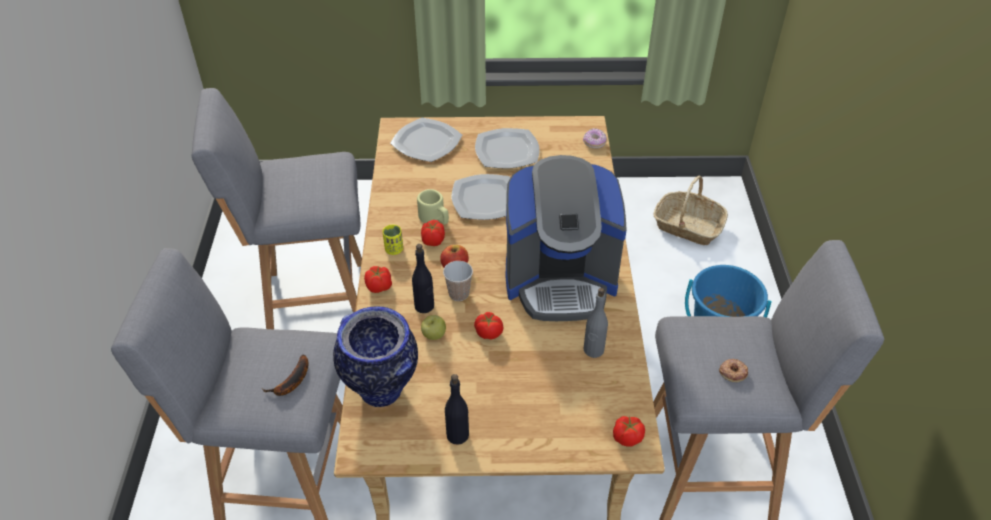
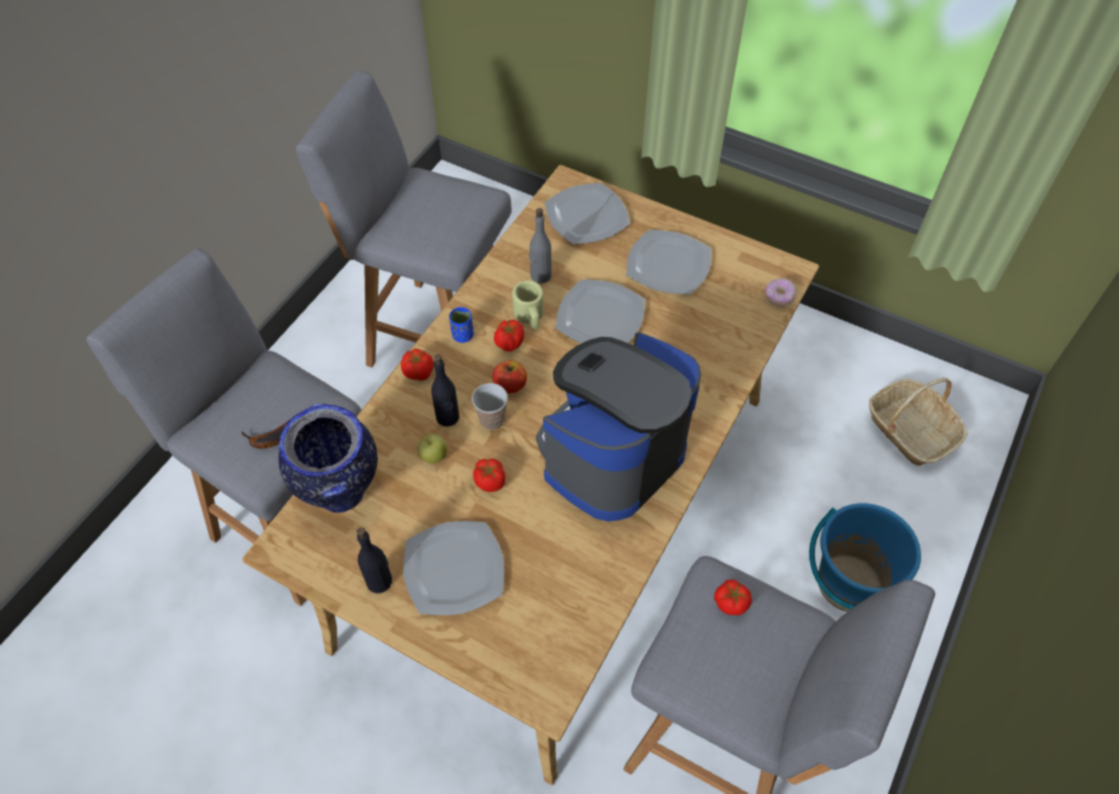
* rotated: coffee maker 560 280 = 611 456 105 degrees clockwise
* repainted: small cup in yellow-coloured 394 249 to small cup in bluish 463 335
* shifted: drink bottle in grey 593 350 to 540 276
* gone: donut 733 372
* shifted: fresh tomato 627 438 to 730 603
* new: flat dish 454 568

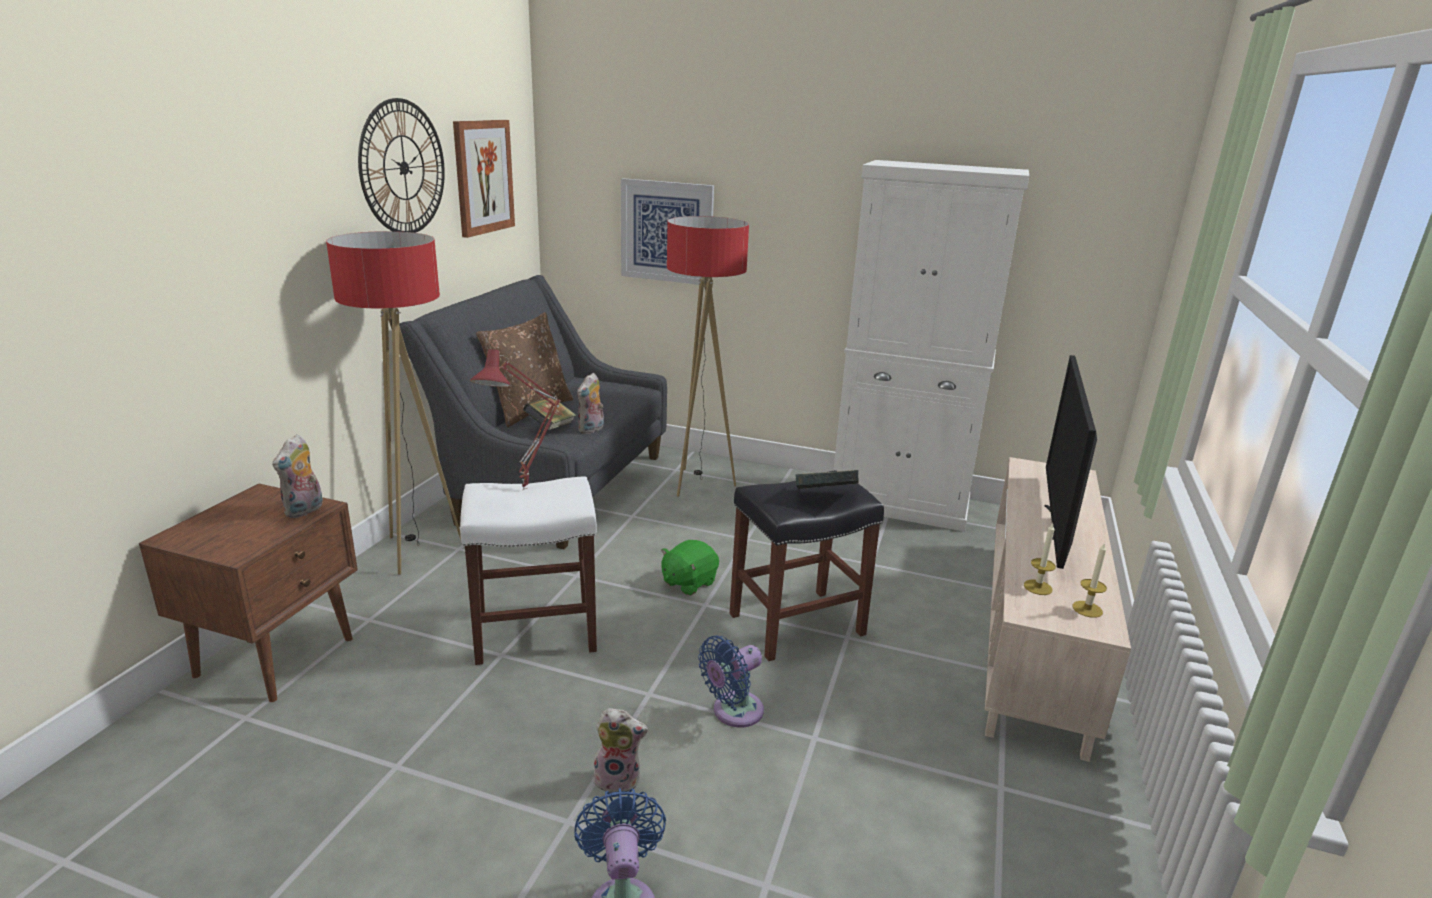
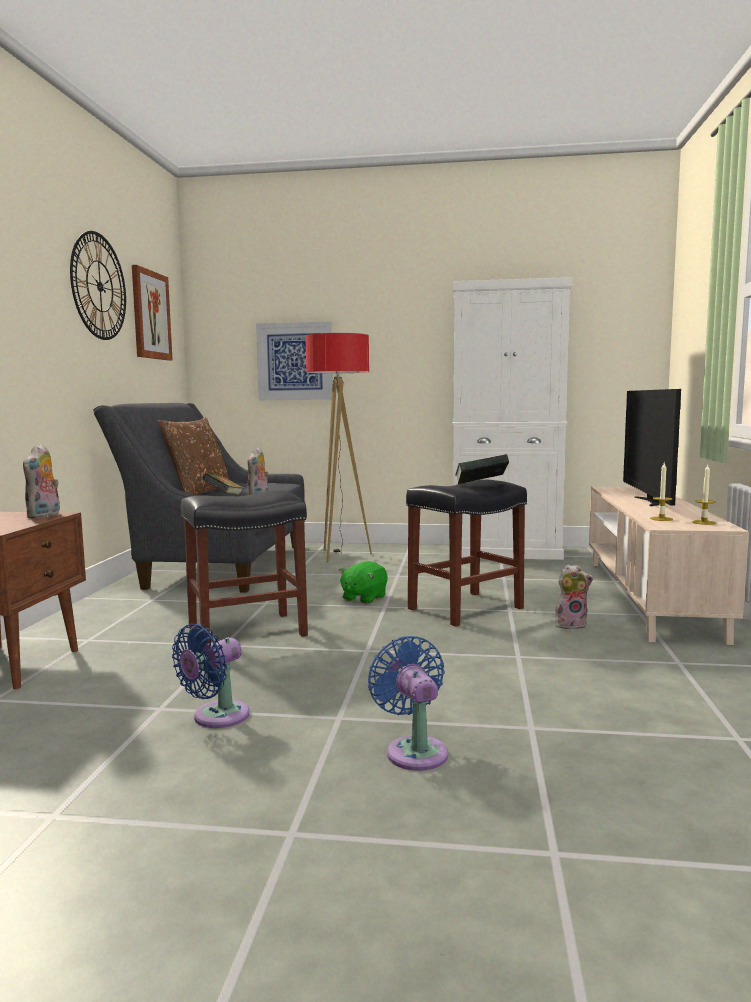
* gone: standard lamp 418 551
* gone: lamp for a table in red 527 490
* repainted: sitting stool in white-coloured 537 631 to sitting stool in black 248 631
* shifted: electric fan in bluish 733 712 to 216 717
* shifted: soft toy 619 779 to 571 625

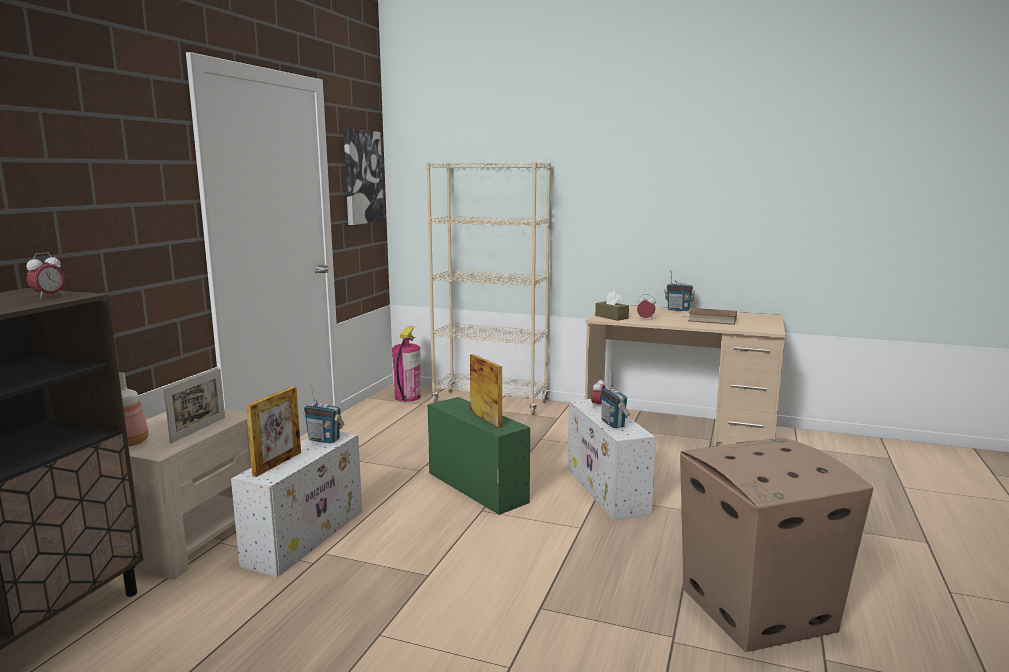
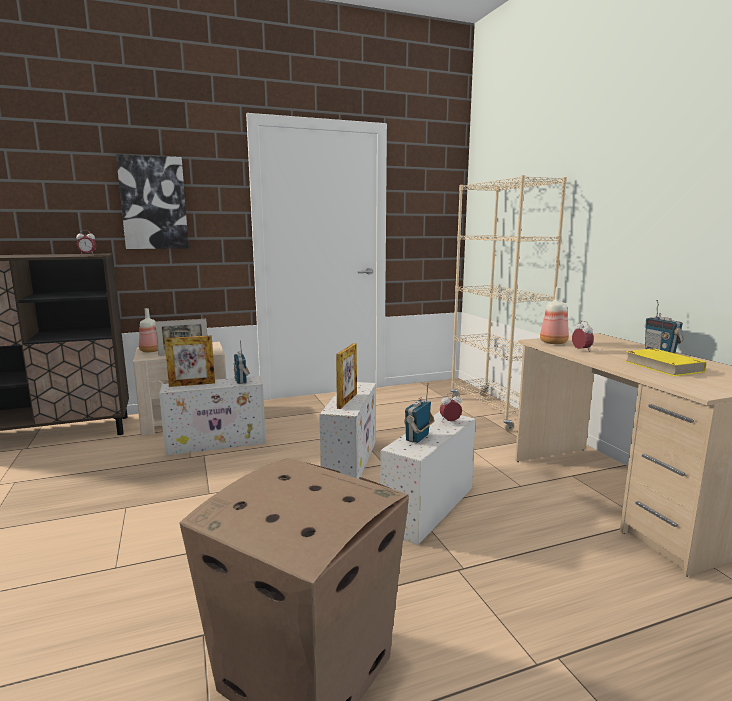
* shifted: wall picture 362 177 to 153 203
* swapped: box of tissues in brownish 611 317 to drink bottle 552 342
* repainted: bound book in brownish 712 320 to bound book in yellow-coloured 663 366
* gone: extinguisher 407 397
* repainted: storage bin in green 476 486 to storage bin in white-coloured 351 459

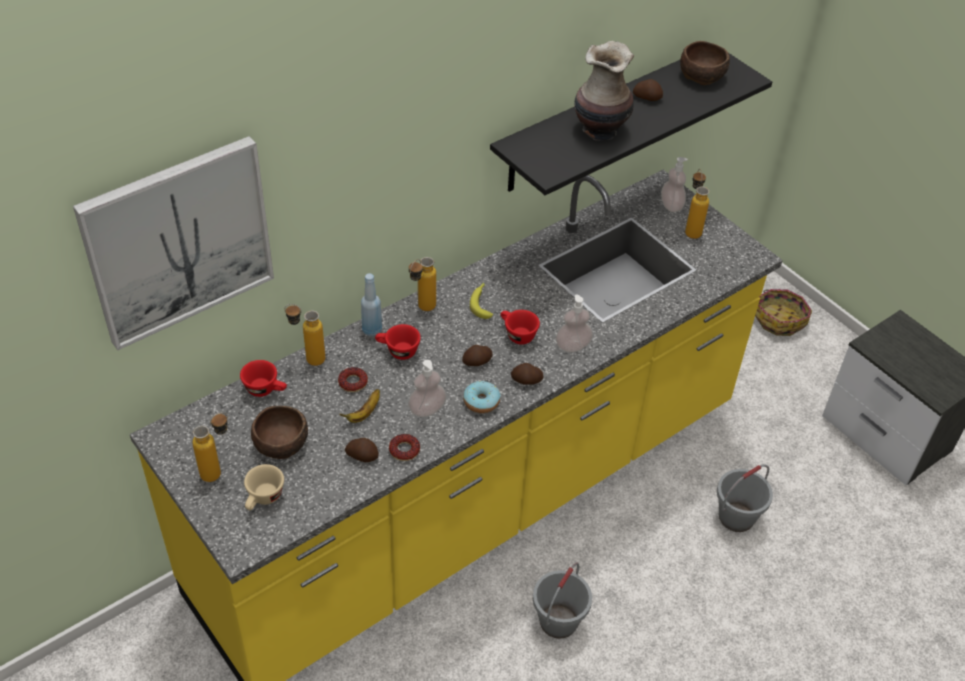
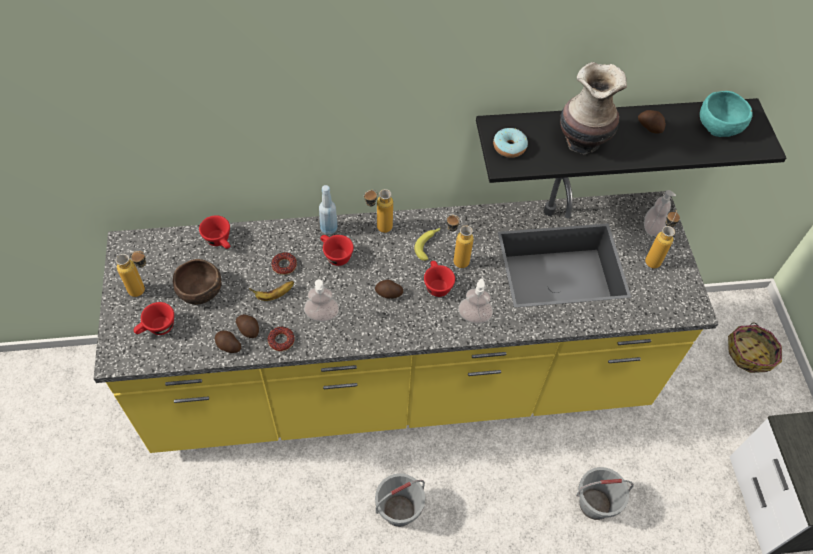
* repainted: serving bowl in brownish 703 75 to serving bowl in blue-green 720 125
* gone: wall picture 178 241
* shifted: drink bottle 308 359 to 455 259
* shifted: potato 526 380 to 228 346
* shifted: donut 481 401 to 509 147
* repainted: small cup in sand-coloured 263 499 to small cup in red 157 328

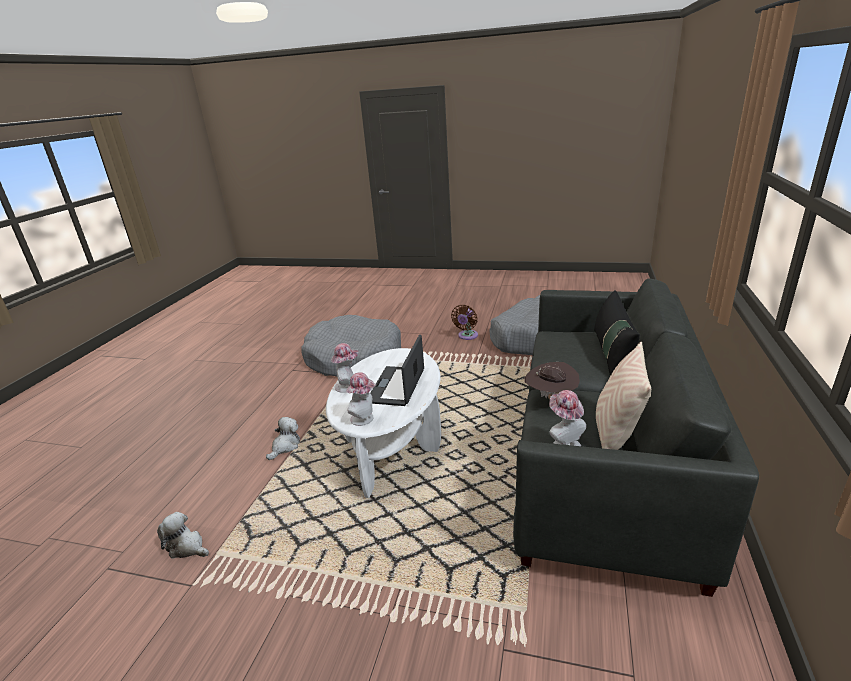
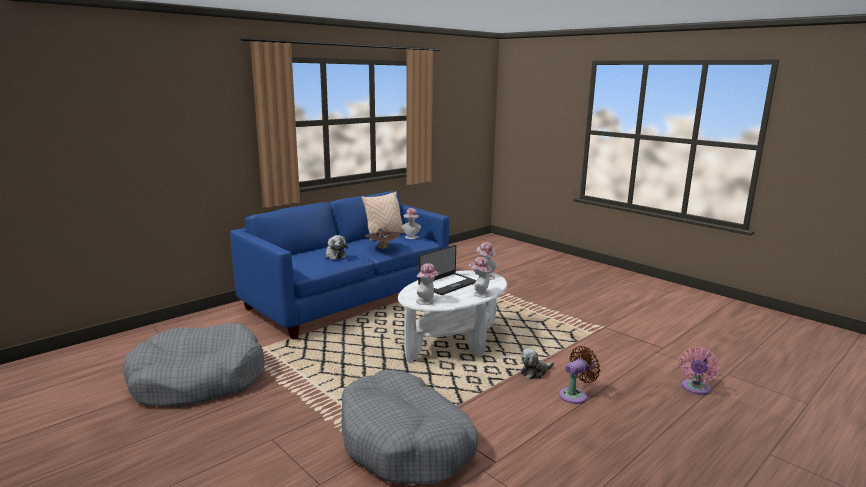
* repainted: settee in grey 603 462 to settee in bluish 349 298
* gone: cushion in black 611 353
* shifted: electric fan in brownish 467 336 to 575 395
* shifted: soft toy 187 547 to 335 255
* new: wearable hat 427 301
* new: electric fan in pink 695 389

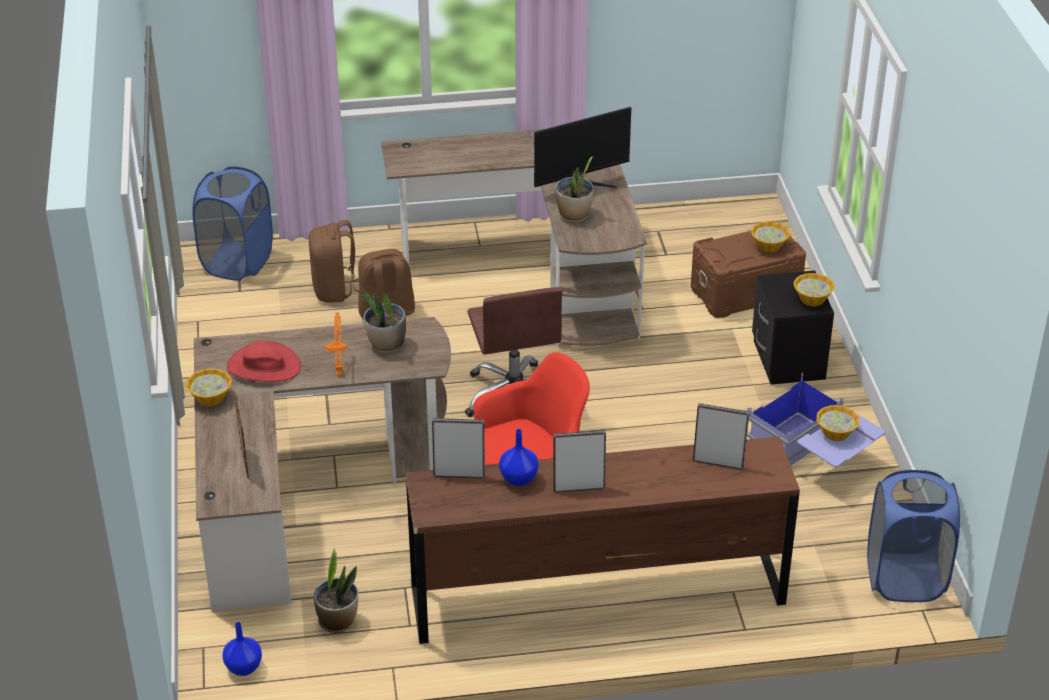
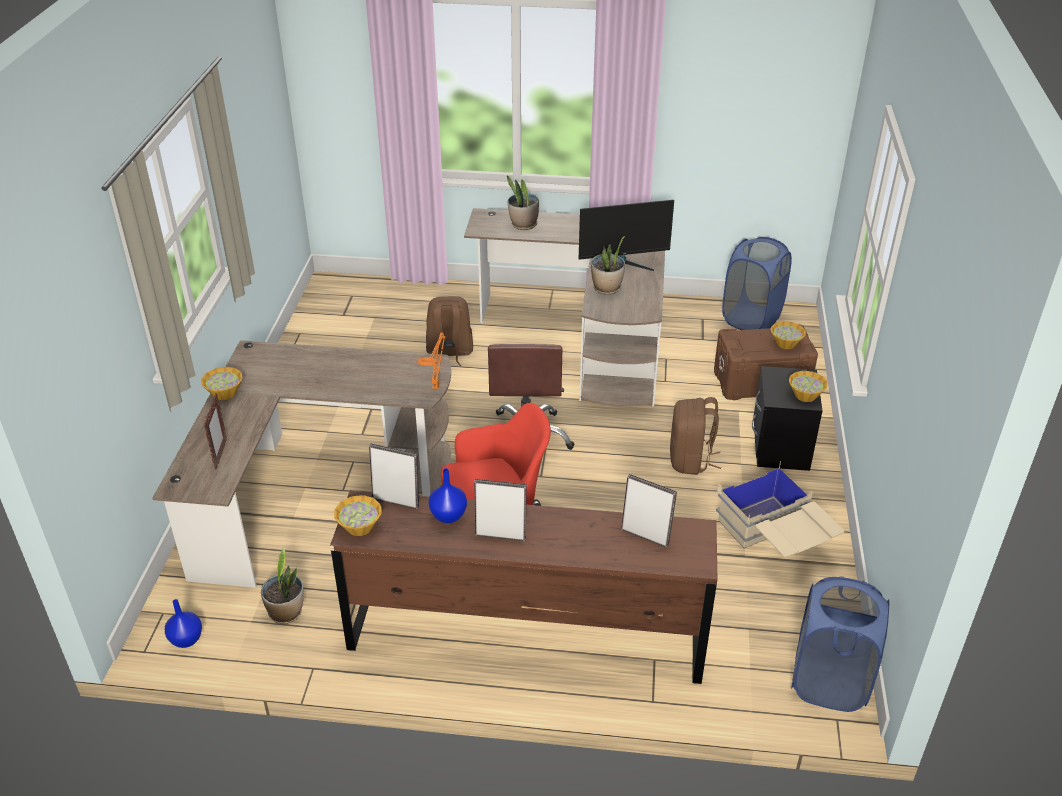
* shifted: washing basket in bluish 237 262 to 751 318
* shifted: rucksack in brownish 335 289 to 690 460
* shifted: potted plant 386 345 to 523 225
* shifted: lamp for a table in orange 339 372 to 436 386
* gone: wearable hat in red 263 367
* repainted: storage bin in bluish 812 456 to storage bin in sand-coloured 775 541
* shifted: serving bowl 835 433 to 359 526

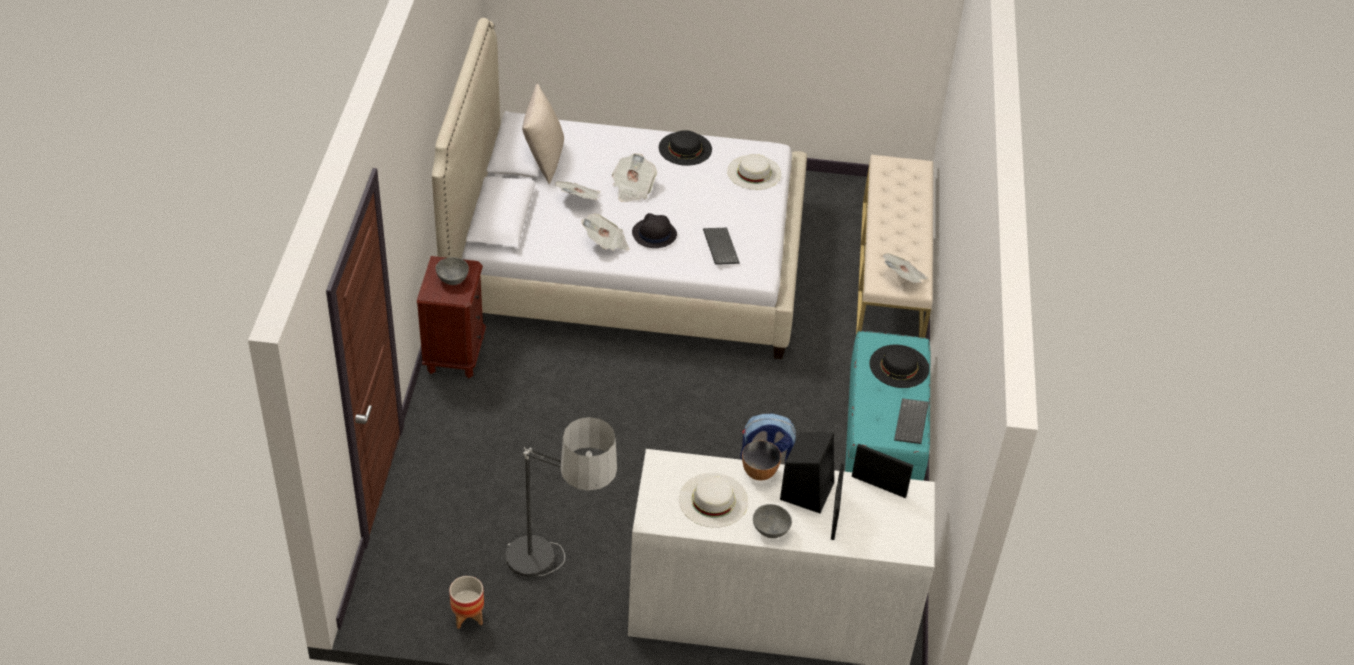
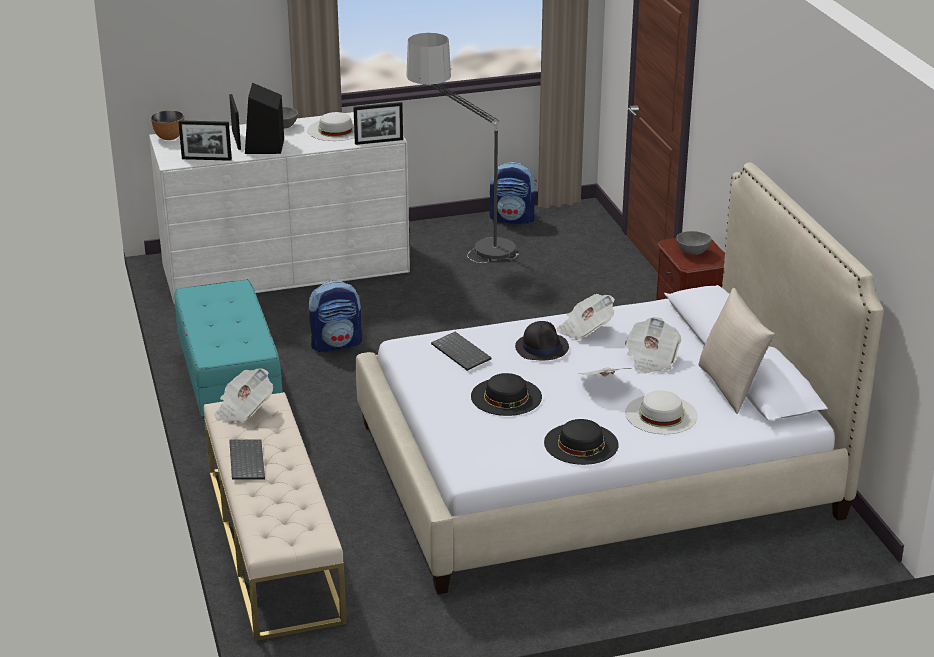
* shifted: wearable hat in white-coloured 754 172 to 661 414
* shifted: wearable hat in black 899 366 to 506 396
* shifted: keyboard 912 423 to 245 461
* shifted: serving bowl 759 472 to 169 137
* swapped: planter 468 616 to rucksack 513 219
* new: picture frame 379 141

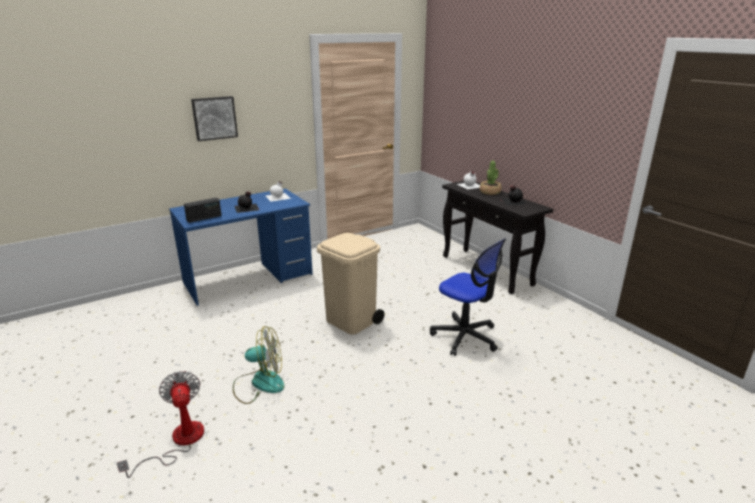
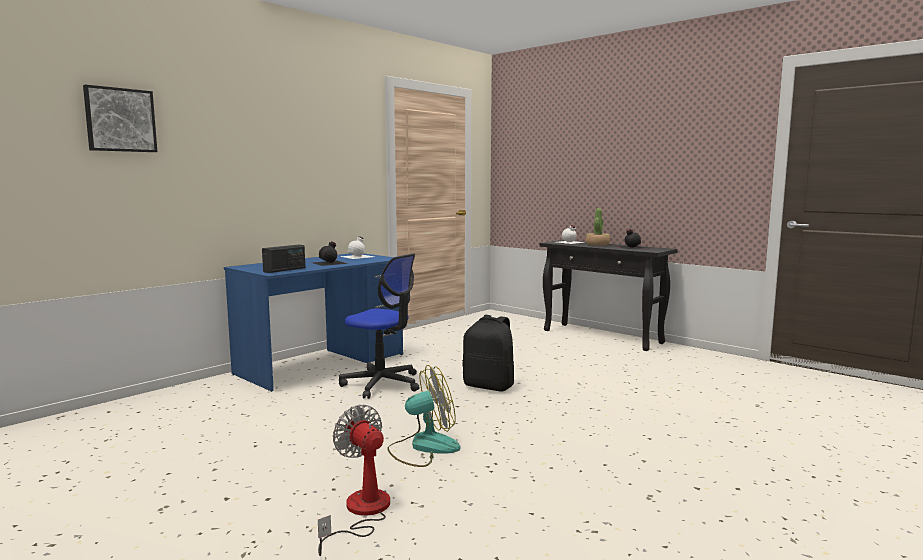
* shifted: wall picture 214 118 to 120 120
* swapped: trash can in sand-coloured 351 321 to rucksack in black 489 386
* shifted: computer chair 465 337 to 382 384

